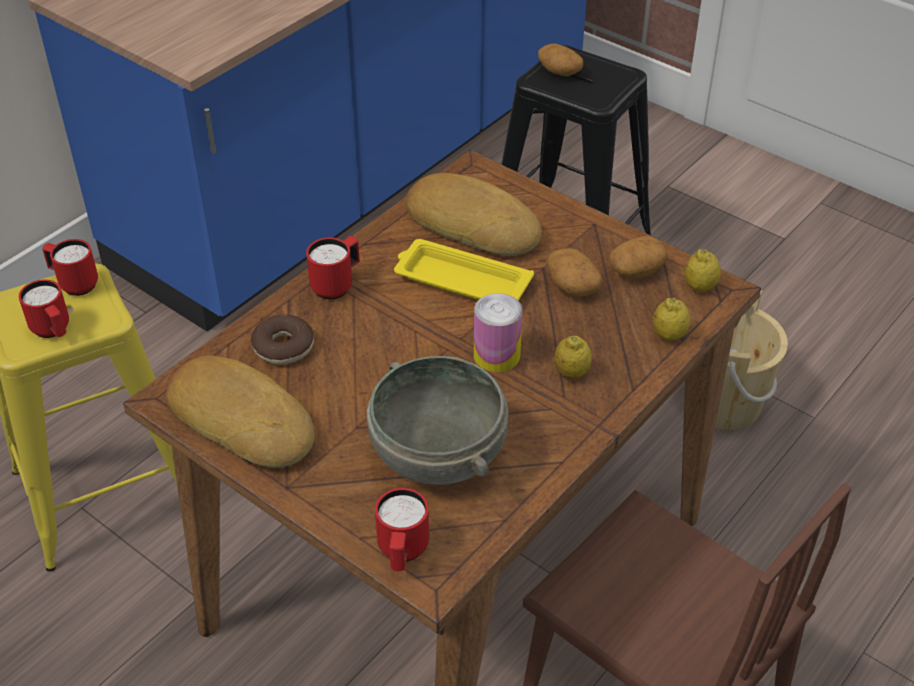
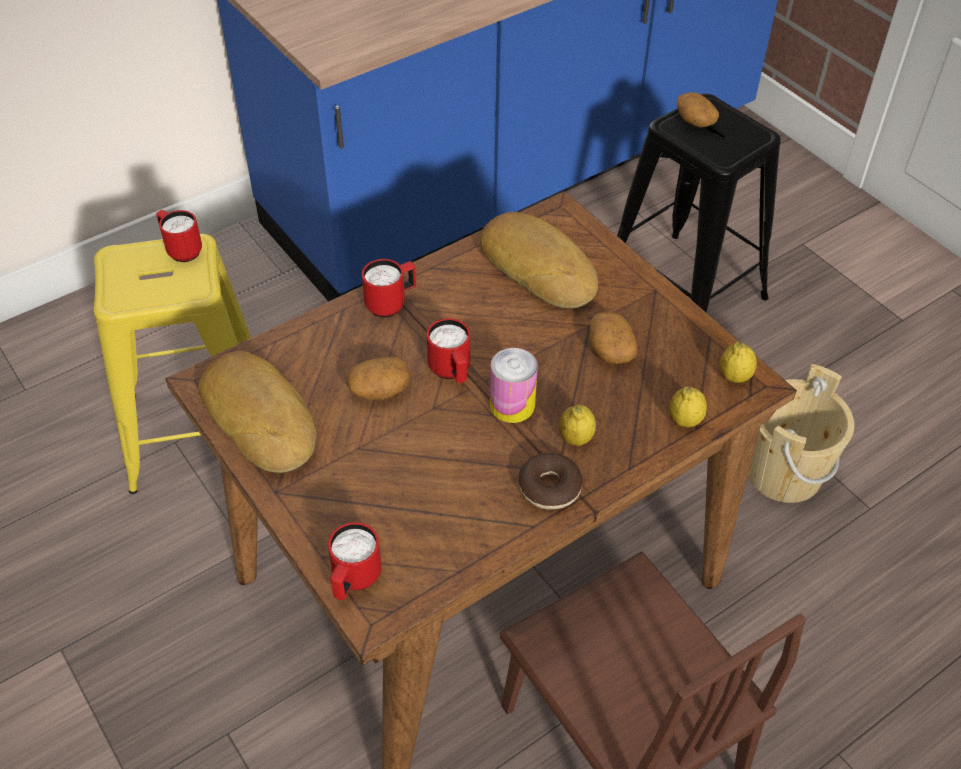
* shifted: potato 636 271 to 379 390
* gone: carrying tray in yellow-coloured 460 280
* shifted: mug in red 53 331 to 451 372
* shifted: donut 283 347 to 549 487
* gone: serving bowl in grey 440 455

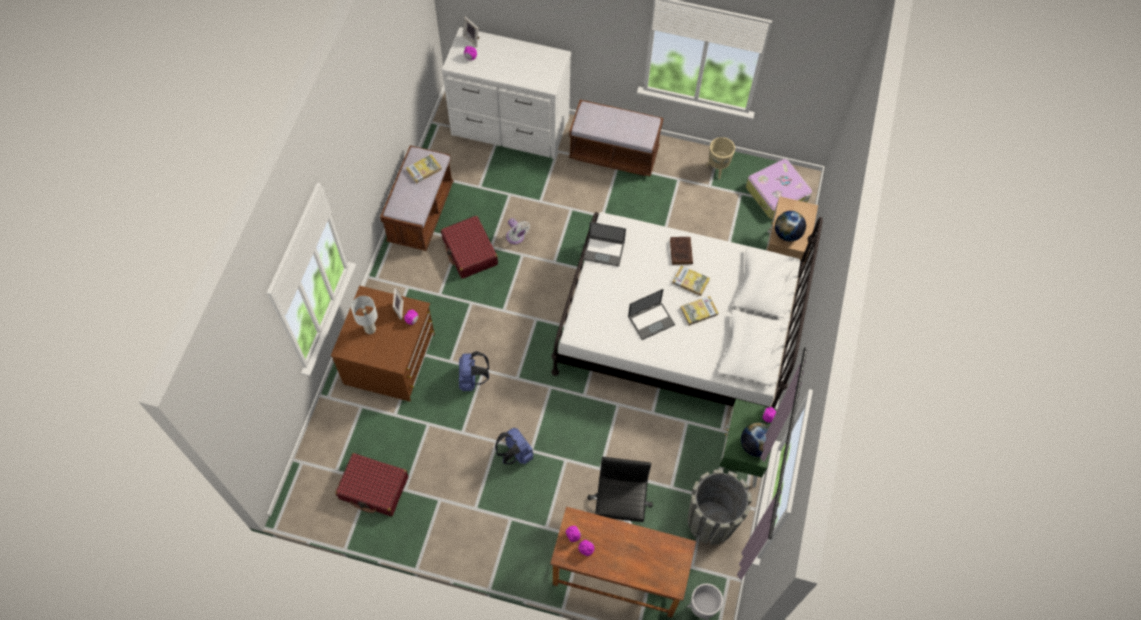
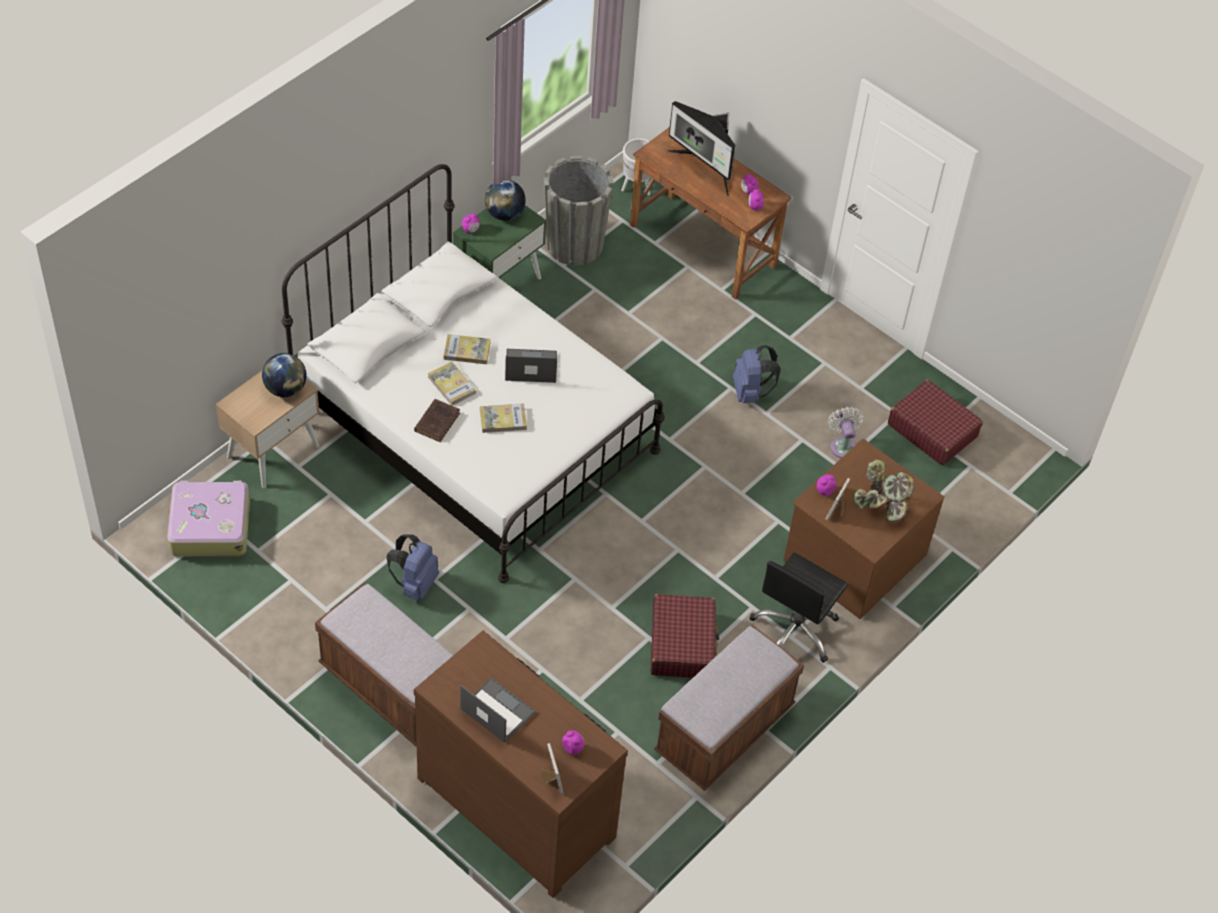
* repainted: chest of drawers in white-coloured 510 128 to chest of drawers in brownish 518 804
* gone: planter in sand-coloured 717 169
* shifted: bound book 424 170 to 503 420
* shifted: electric fan in white-coloured 516 238 to 843 445
* shifted: laptop 604 251 to 496 710
* swapped: lamp for a table in white-coloured 370 329 to potted plant 883 504
* shifted: rucksack in bluish 472 379 to 415 584
* shifted: computer chair in black 618 510 to 795 630
* new: computer screen 705 168

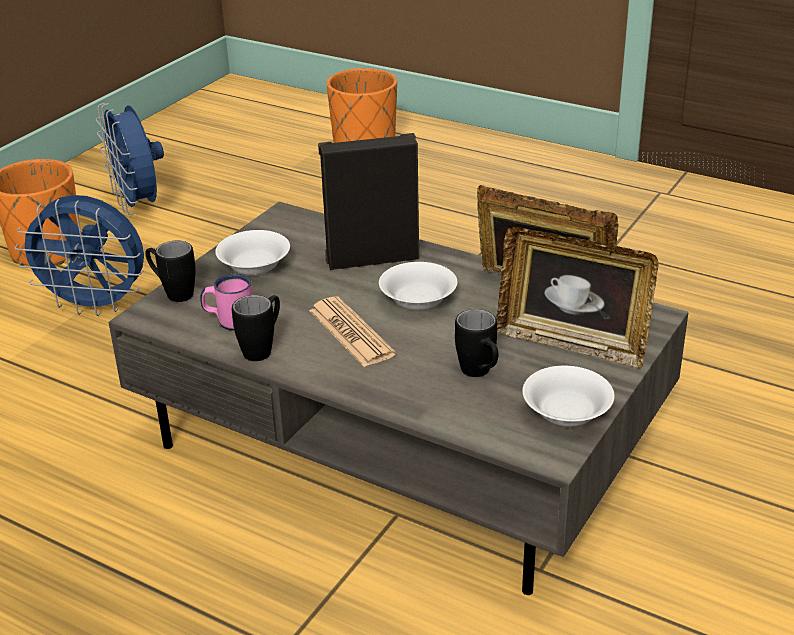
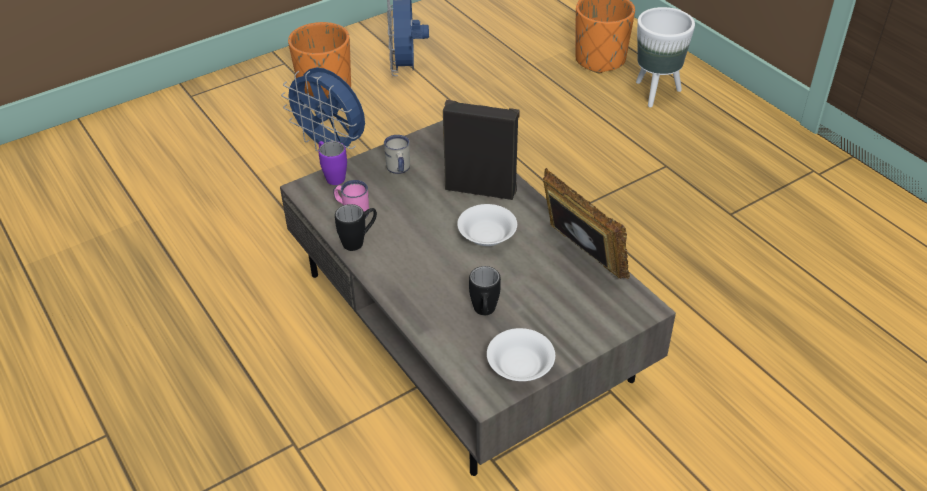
* gone: picture frame 572 343
* swapped: serving bowl in white-coloured 255 266 to mug in white-coloured 398 170
* repainted: mug in black 173 293 to mug in purple-coloured 332 175
* gone: newspaper 351 333
* new: planter in white-coloured 655 93

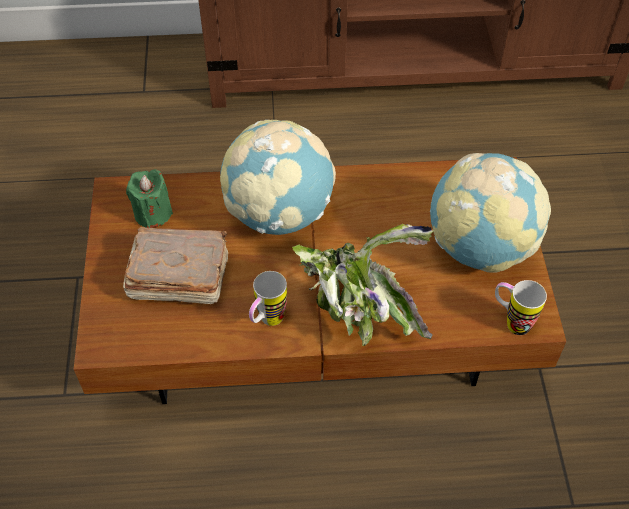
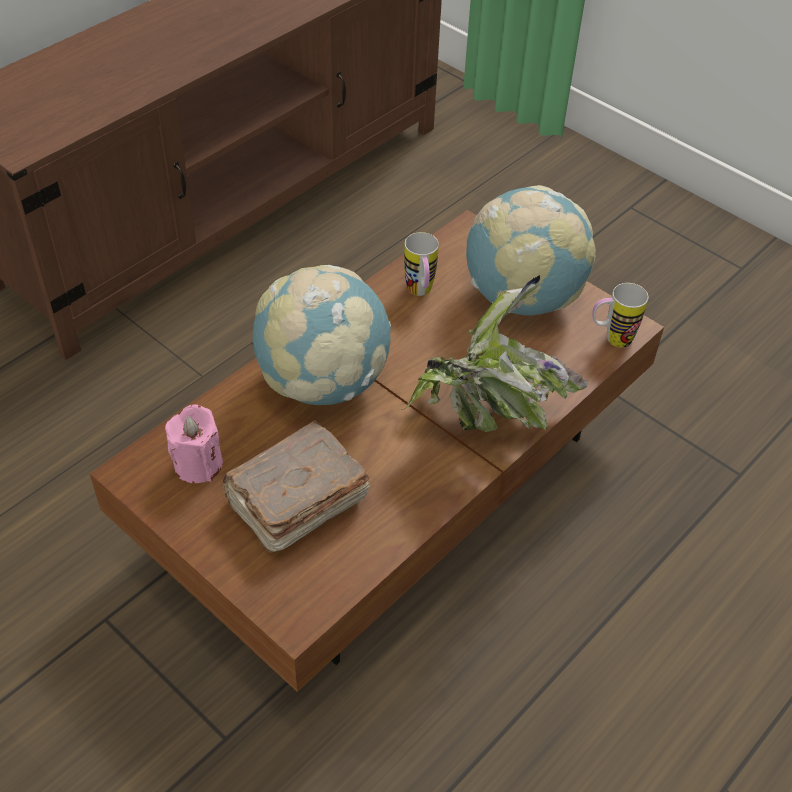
* repainted: wax light in green 153 213 to wax light in pink 198 464
* shifted: mug 267 322 to 420 293

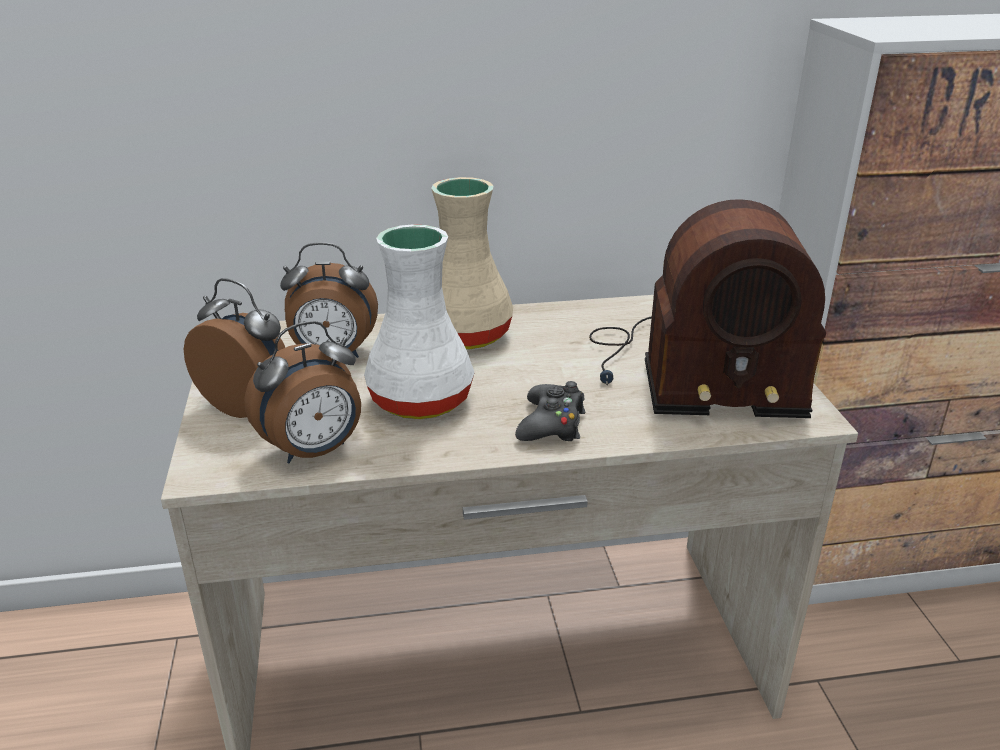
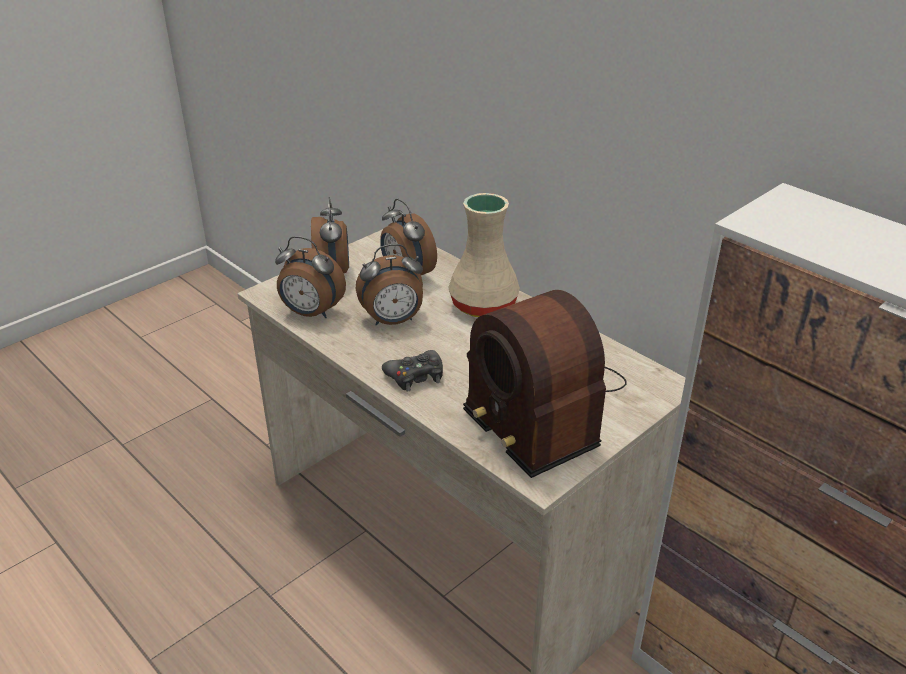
* swapped: flower vase in white-coloured 419 399 to alarm clock 393 321

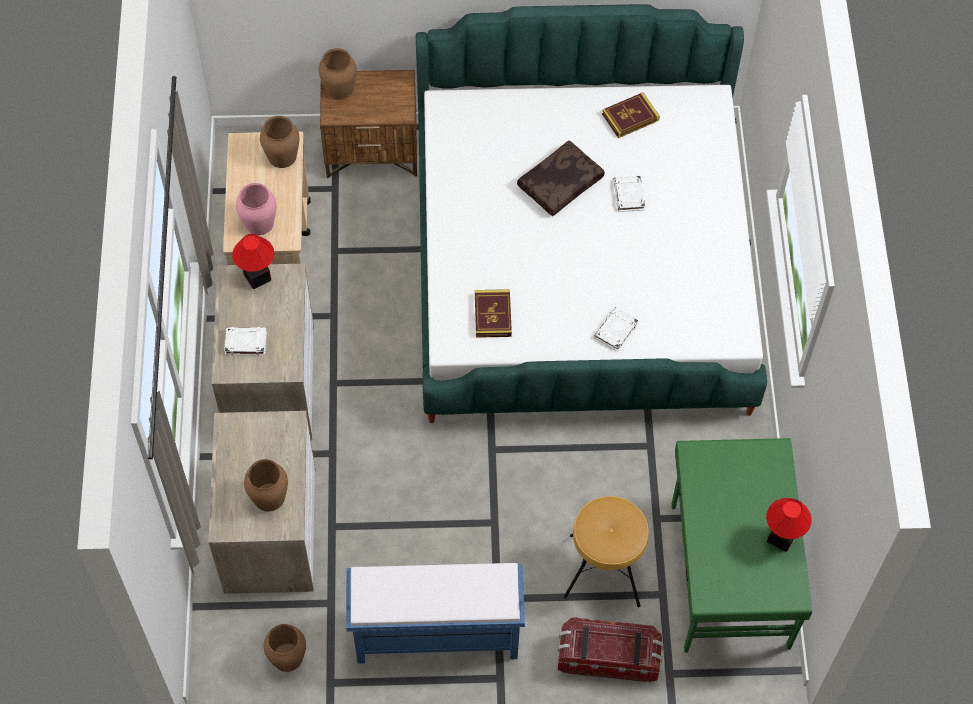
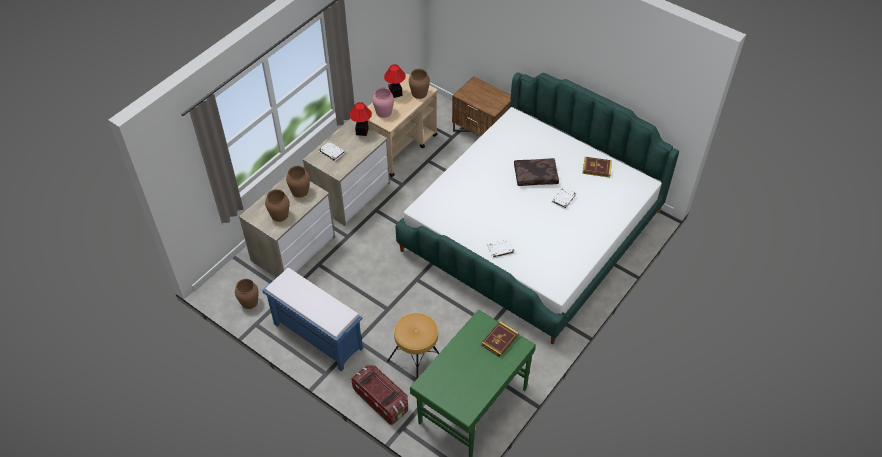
* shifted: flower vase in brownish 339 88 to 300 191
* shifted: bound book 492 315 to 499 340
* shifted: lamp for a table 781 538 to 395 94

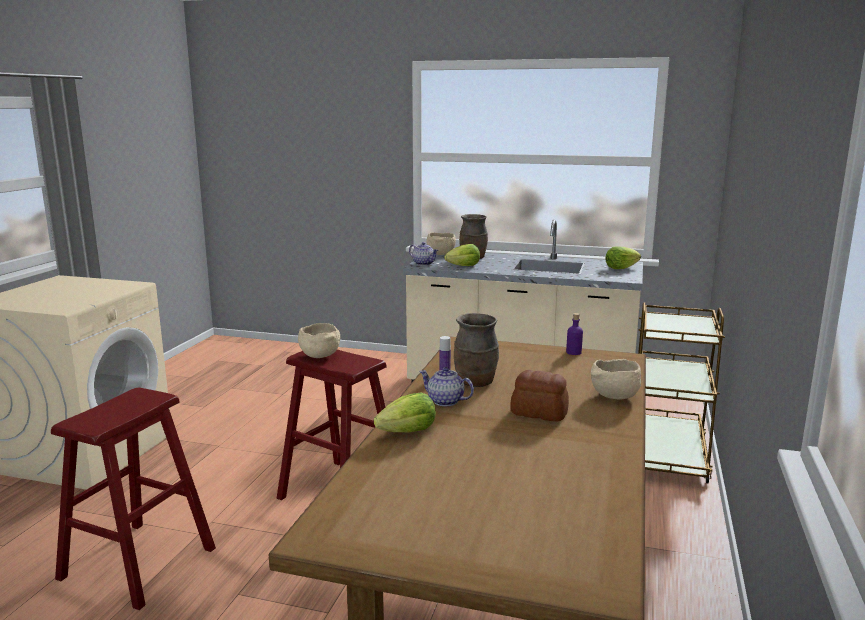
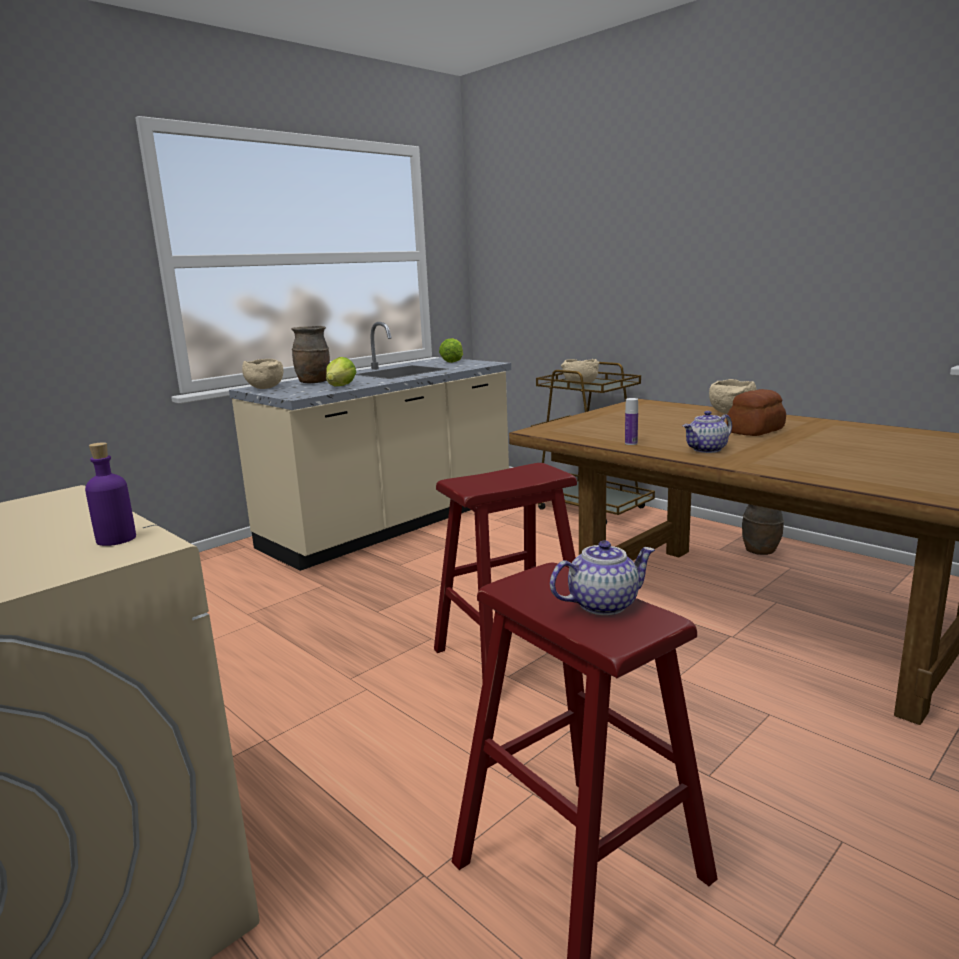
* shifted: tea pot 424 263 to 603 604
* shifted: flower vase in brownish 476 383 to 760 551
* shifted: drink bottle in purple-coloured 573 352 to 116 539
* shifted: serving bowl in sand-coloured 319 356 to 580 384
* gone: lettuce 408 432

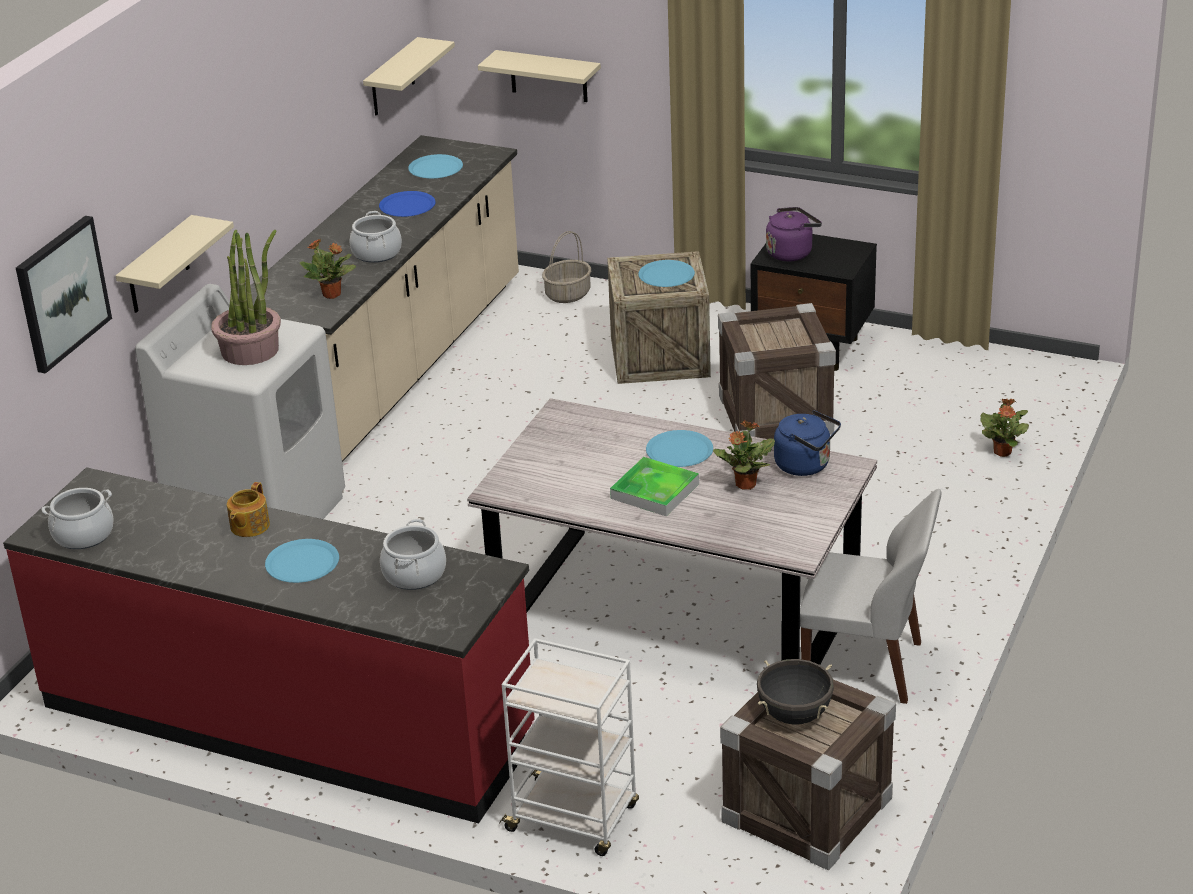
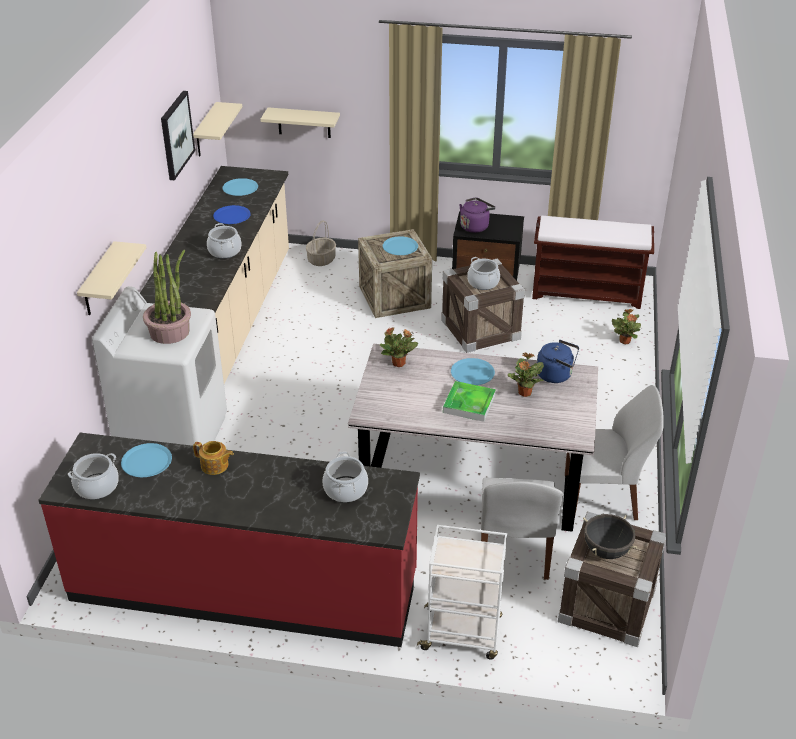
* shifted: wall picture 61 293 to 176 135
* shifted: potted plant 332 295 to 399 363
* rotated: tea pot 249 526 = 215 466 75 degrees counterclockwise
* shifted: flat dish in bluish 302 563 to 146 461
* new: bench in brownish 587 292
* new: cooking pot 483 283
* new: upright chair in white-coloured 514 553

